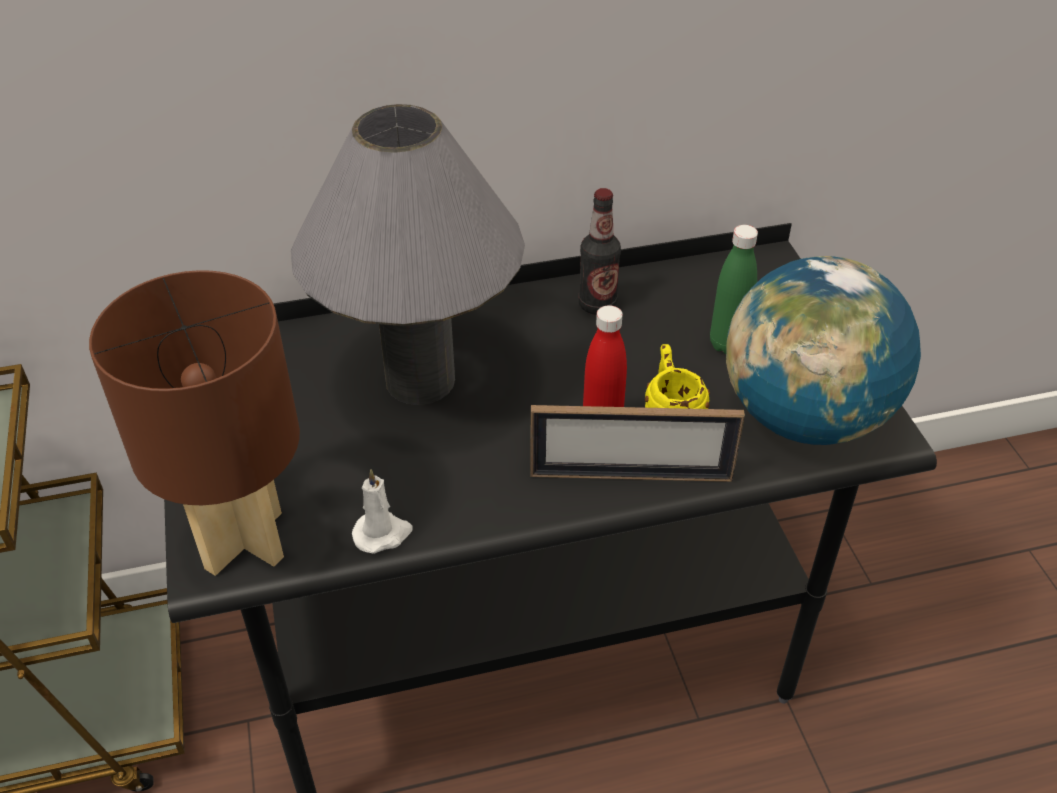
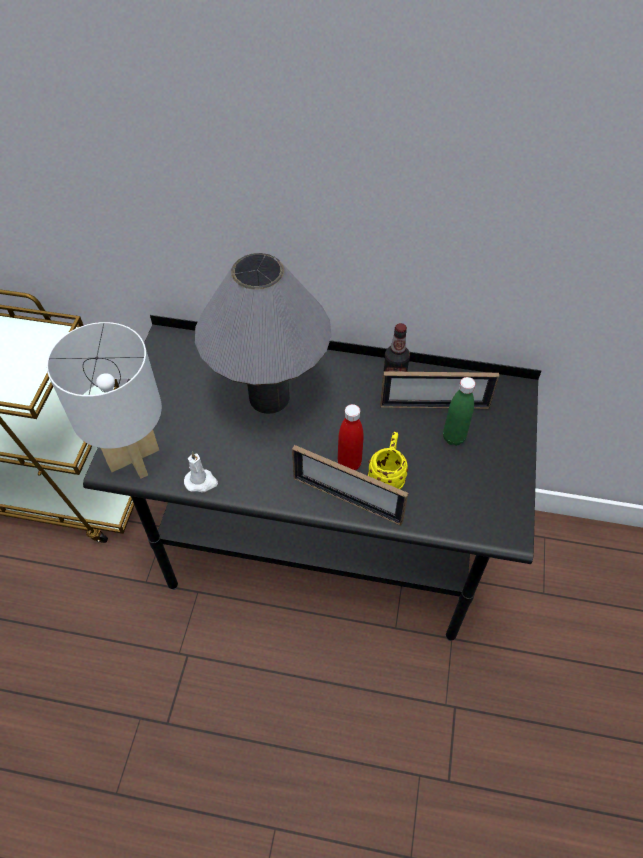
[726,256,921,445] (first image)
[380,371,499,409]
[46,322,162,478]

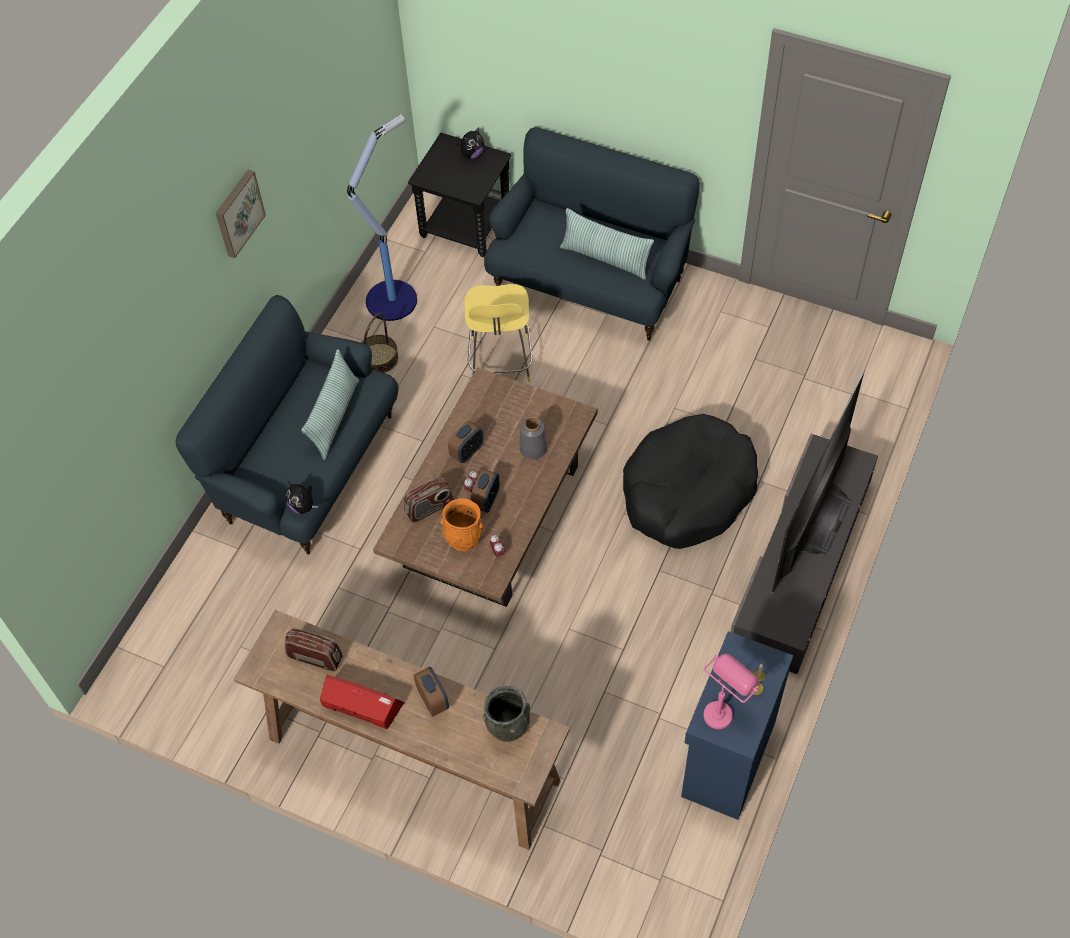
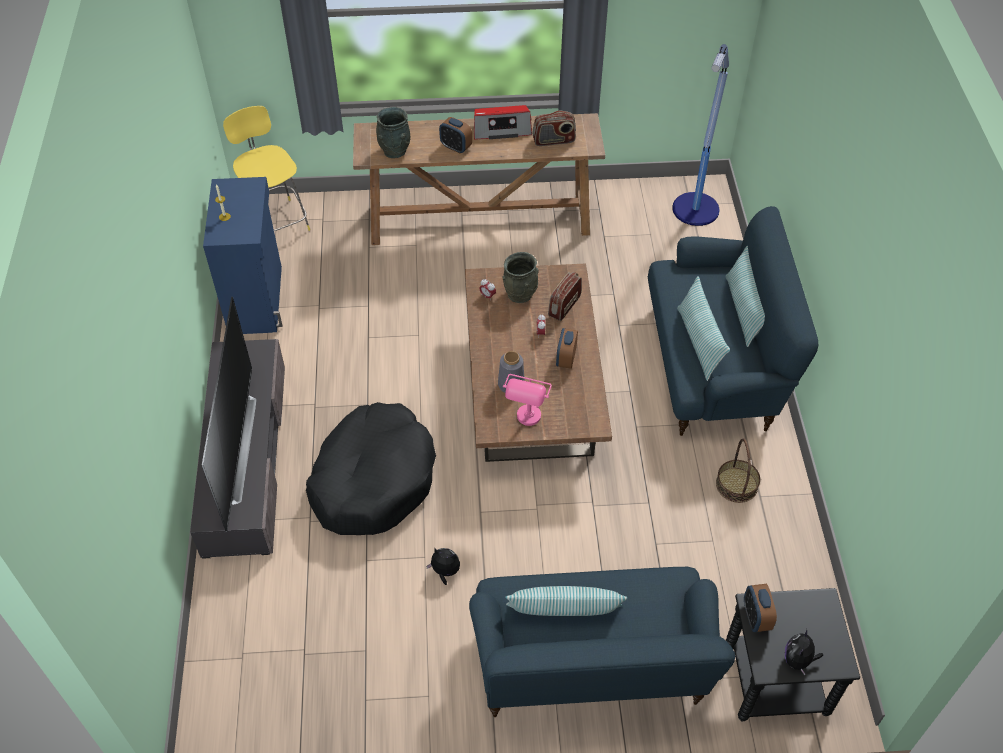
[216,170,266,258] (first image)
[726,246,765,347]
[426,548,460,585]
[672,44,729,226]
[223,106,310,231]
[744,584,777,632]
[503,374,552,426]
[502,252,539,303]

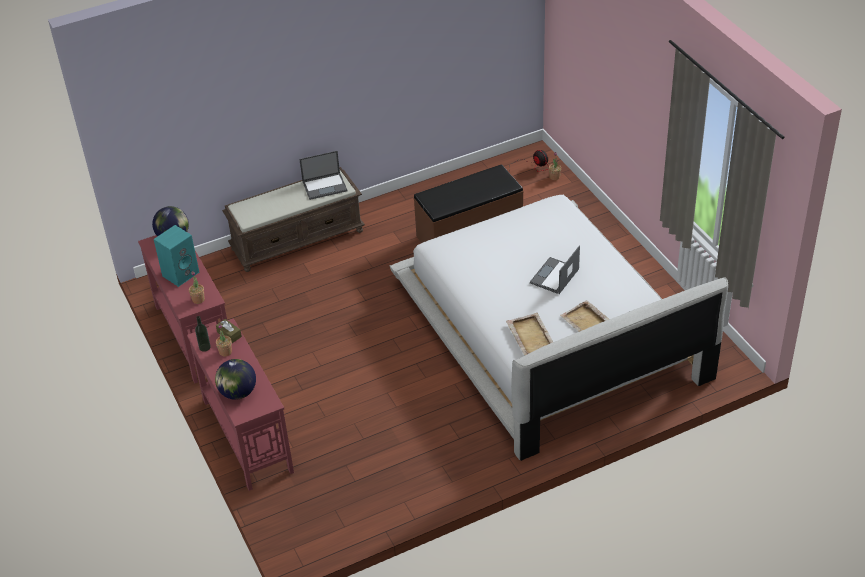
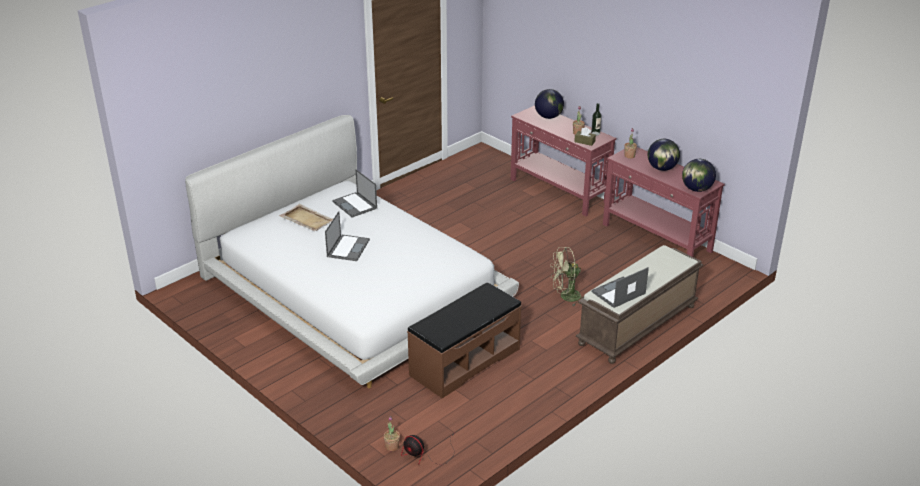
[550,247,584,306]
[648,139,680,171]
[332,170,377,217]

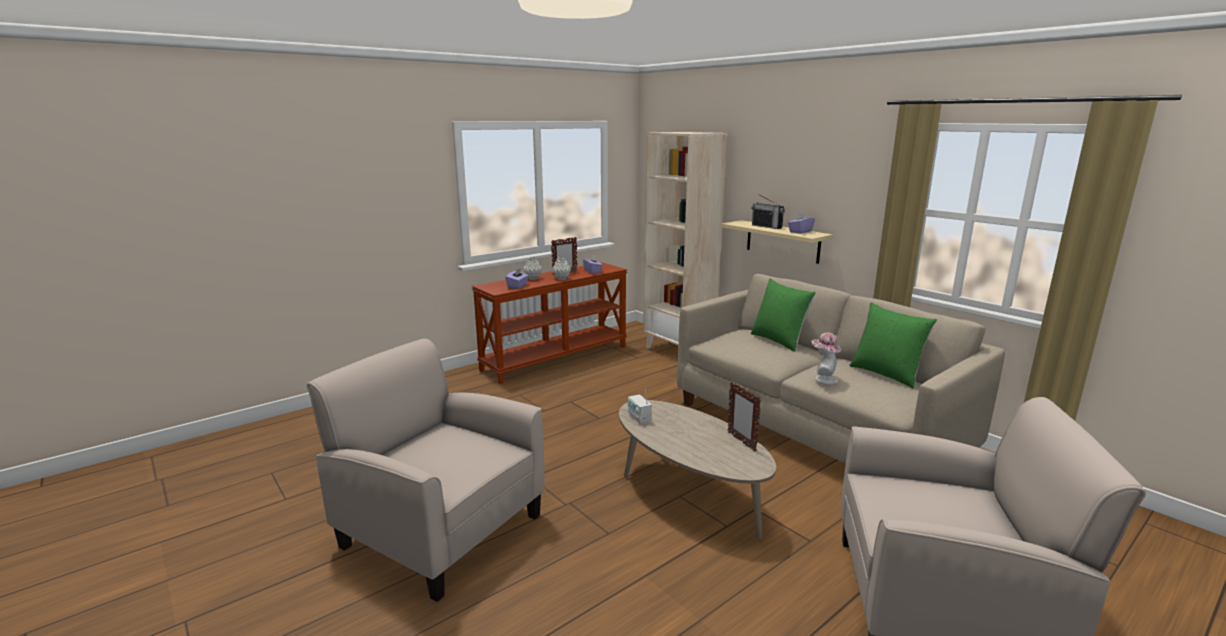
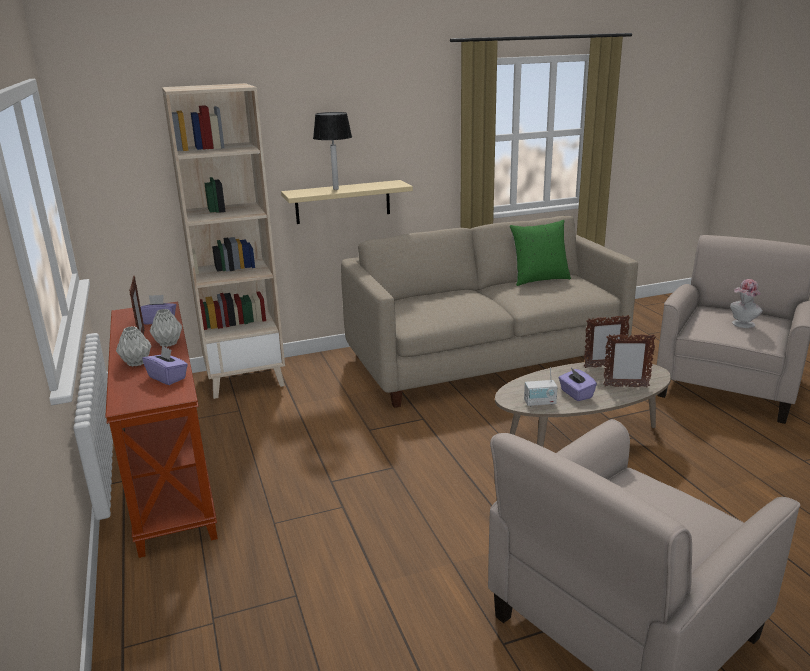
[751,278,816,352] (first image)
[603,334,656,387]
[559,368,597,401]
[730,279,763,328]
[313,112,352,190]

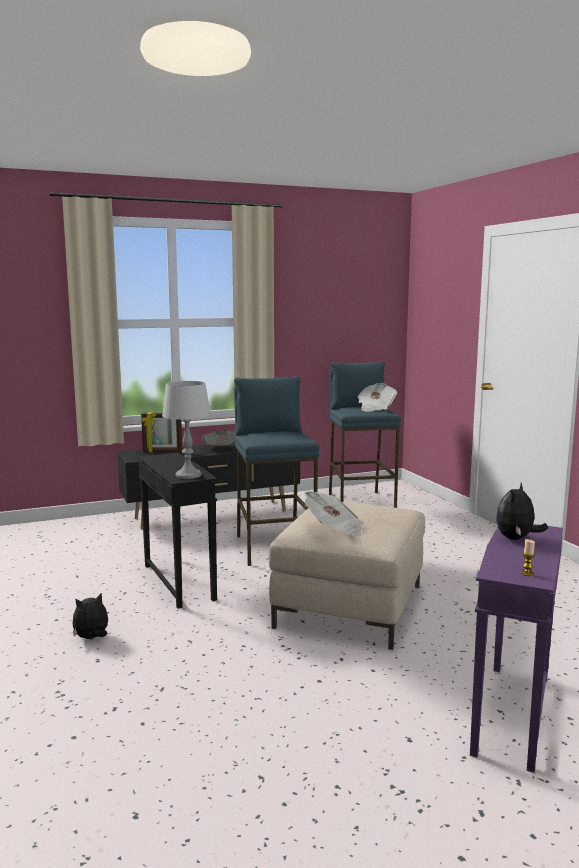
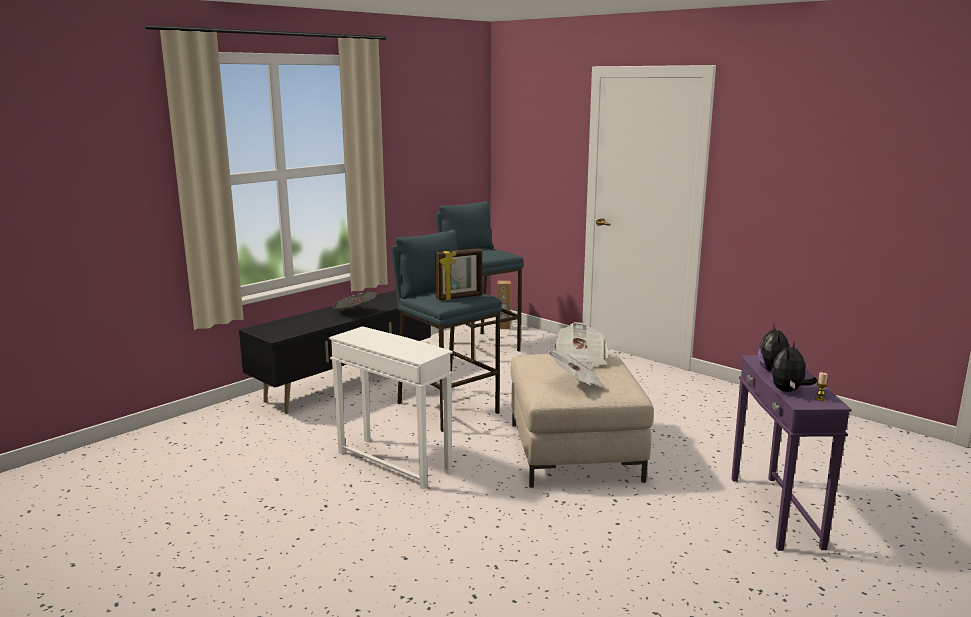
[162,381,211,479] (first image)
[497,281,511,329]
[771,340,817,392]
[435,248,482,300]
[555,322,607,368]
[329,326,453,489]

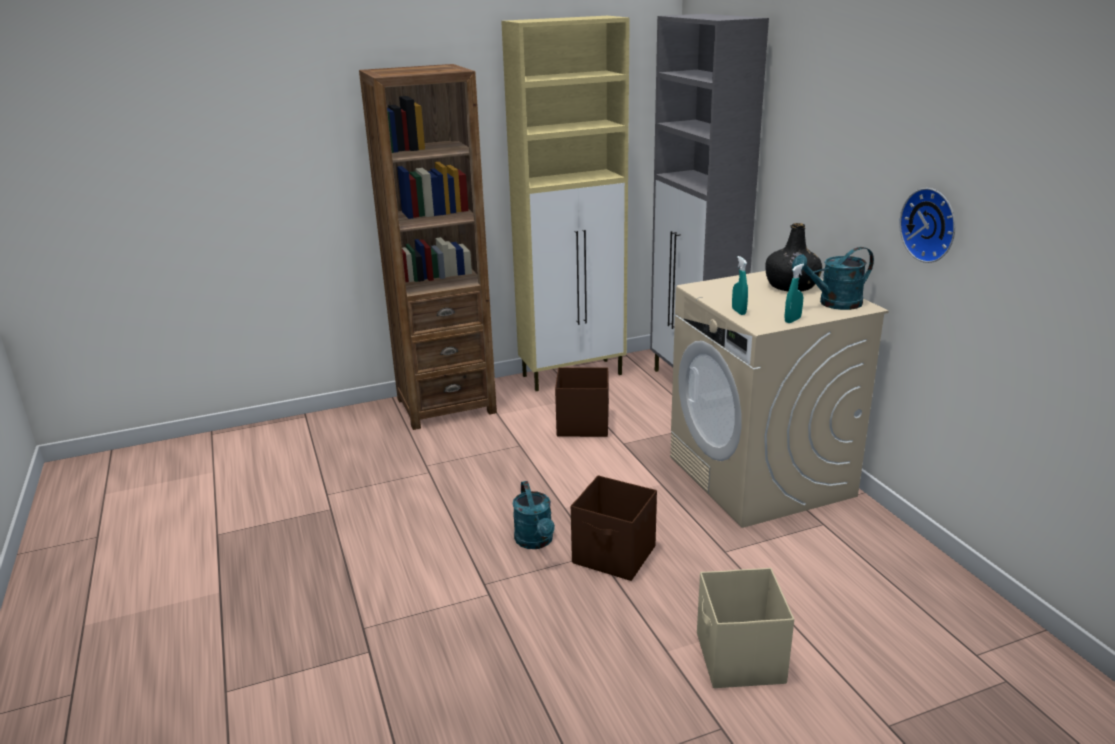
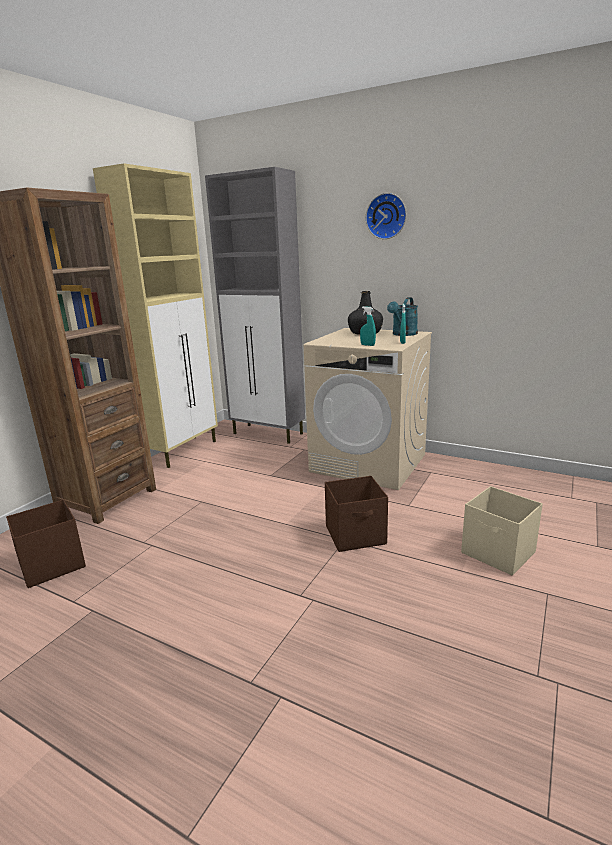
[513,481,555,549] (first image)
[6,500,86,588]
[366,193,407,239]

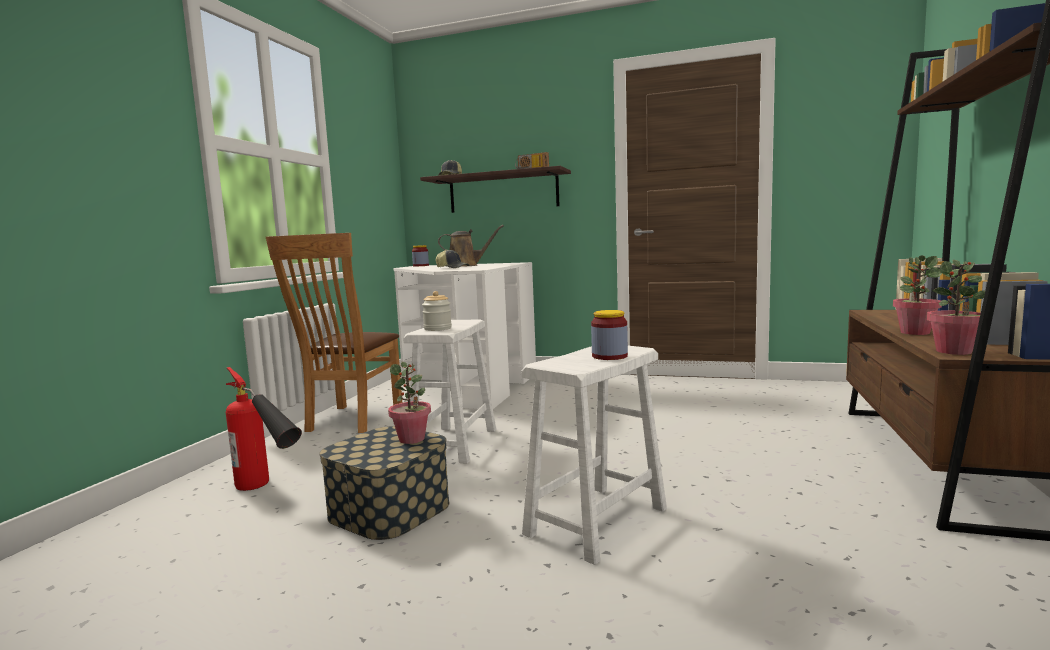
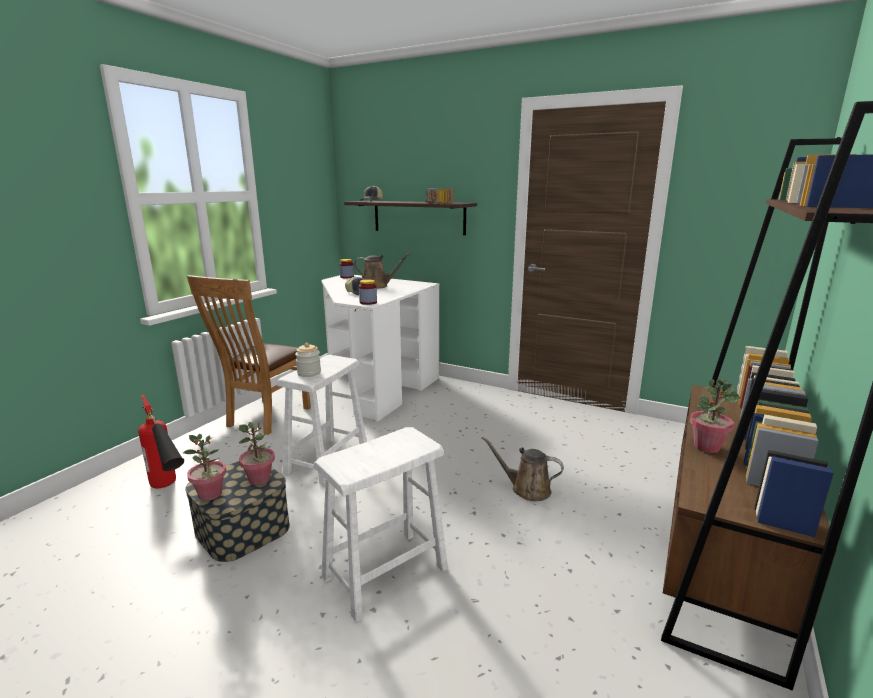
[482,436,564,501]
[359,280,377,305]
[183,434,226,501]

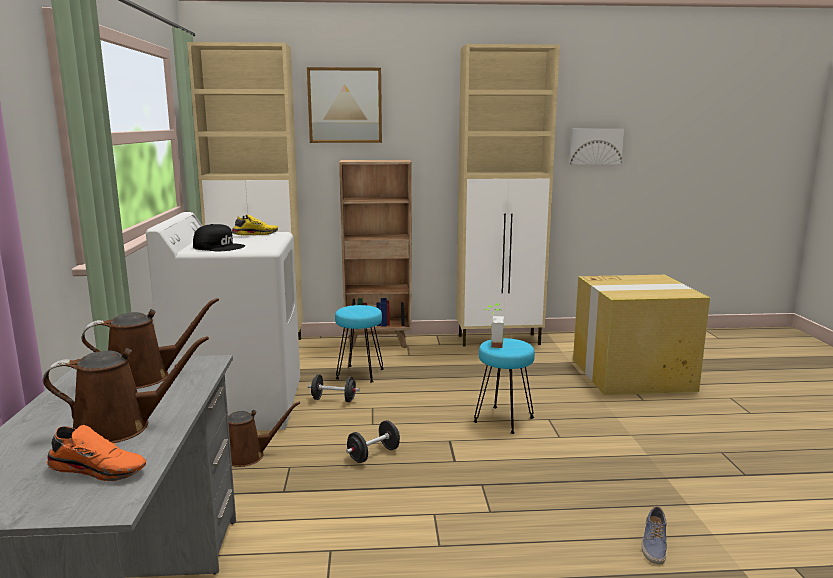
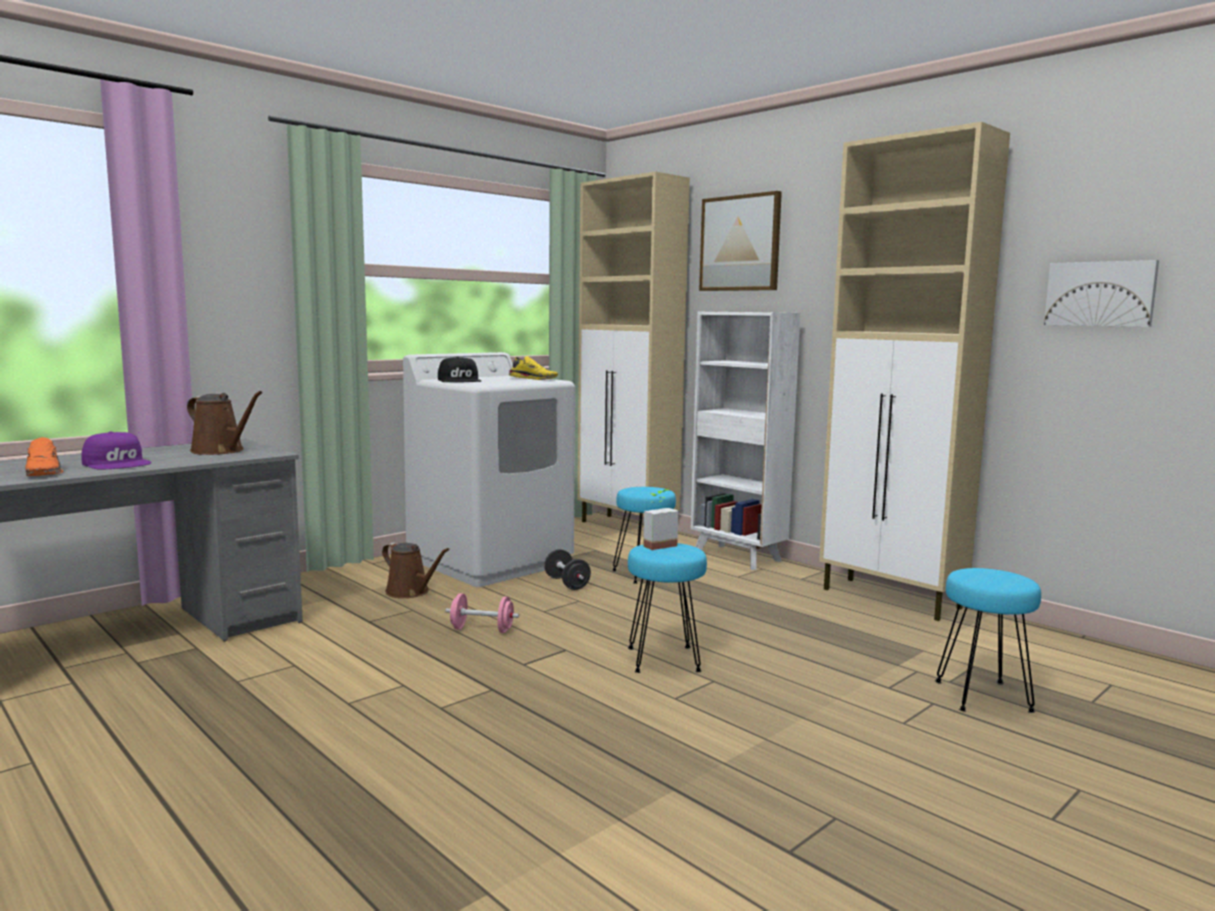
[641,506,667,564] (first image)
[81,432,152,469]
[935,568,1041,713]
[691,312,800,570]
[445,593,519,633]

